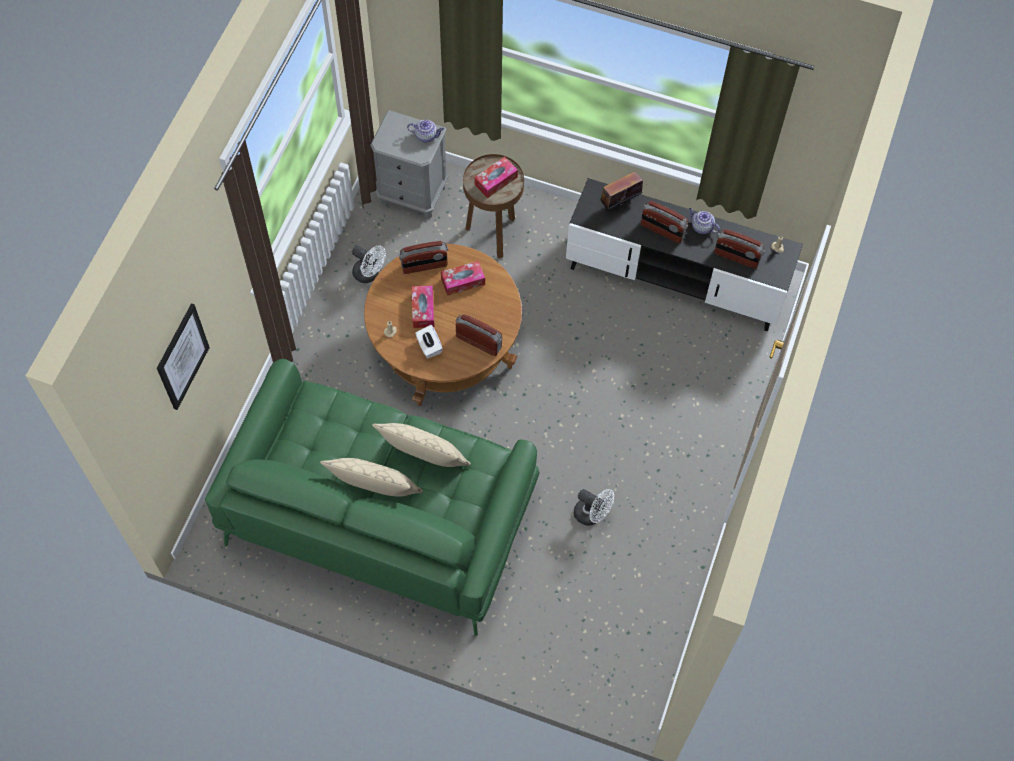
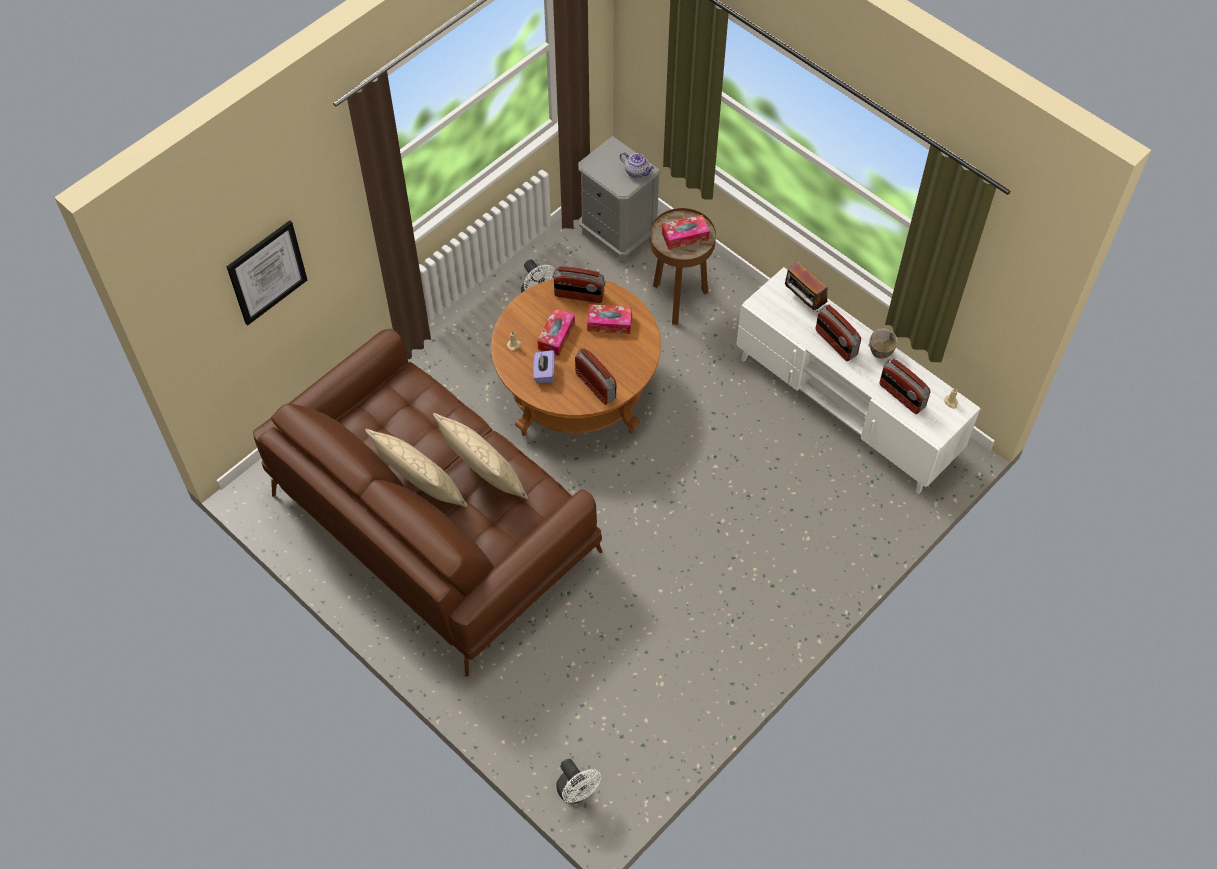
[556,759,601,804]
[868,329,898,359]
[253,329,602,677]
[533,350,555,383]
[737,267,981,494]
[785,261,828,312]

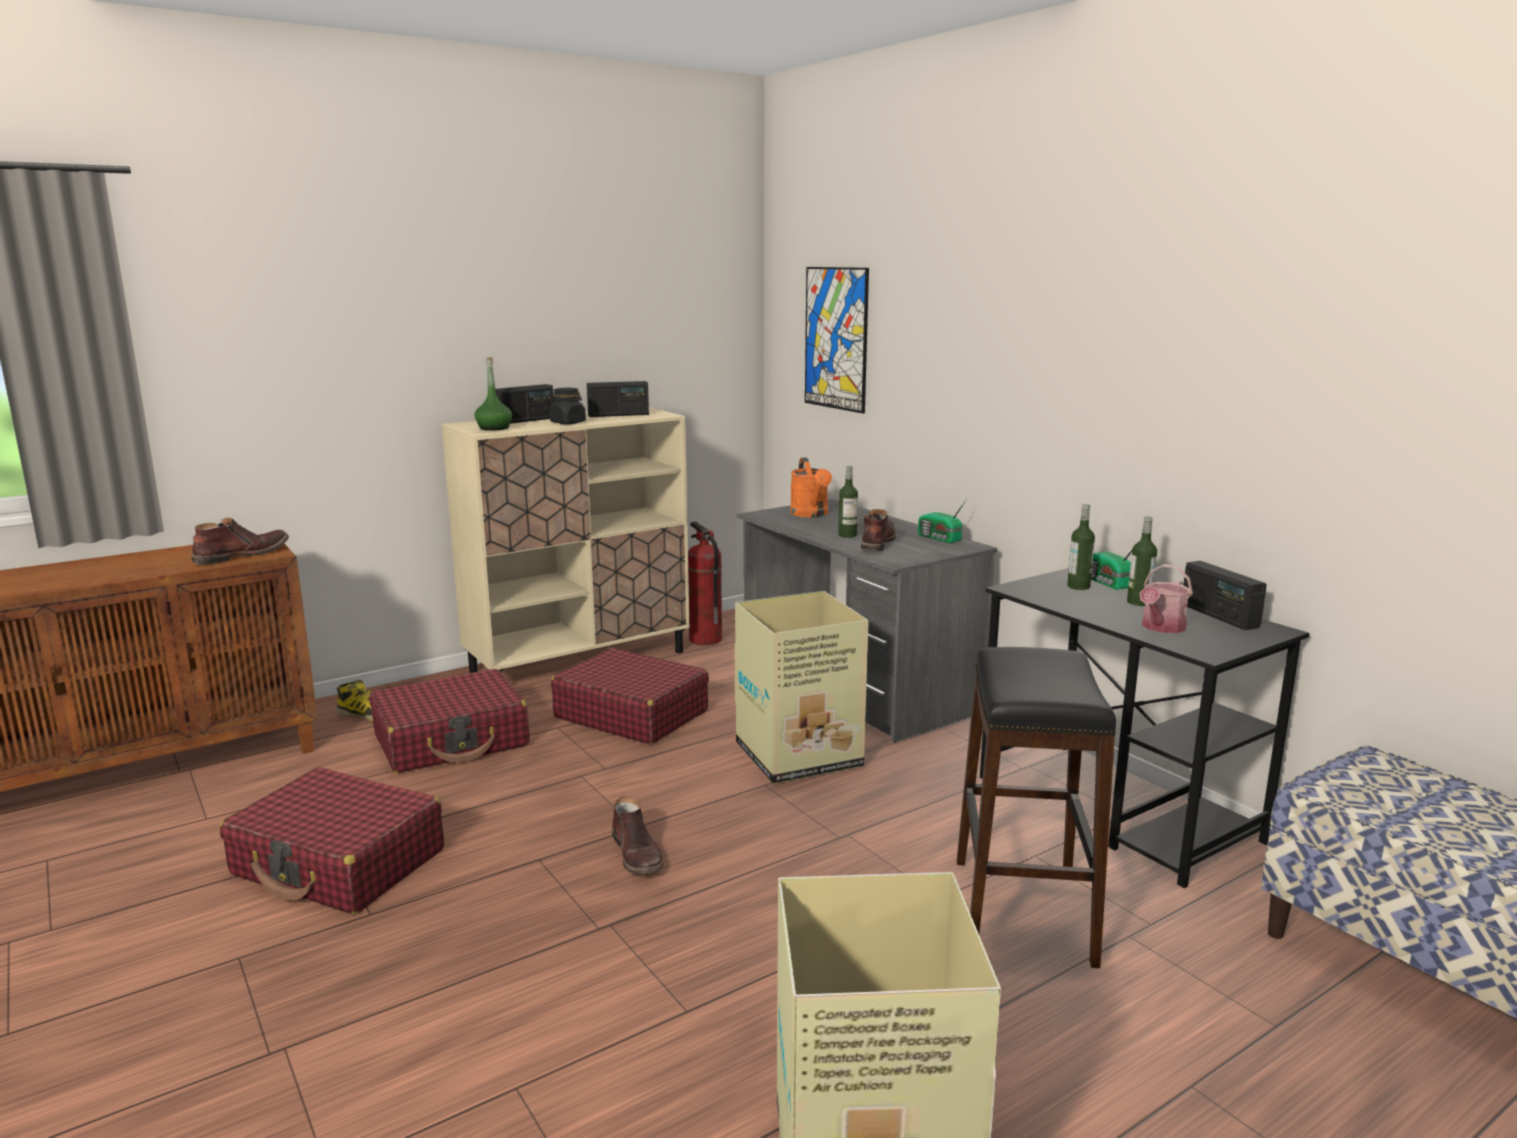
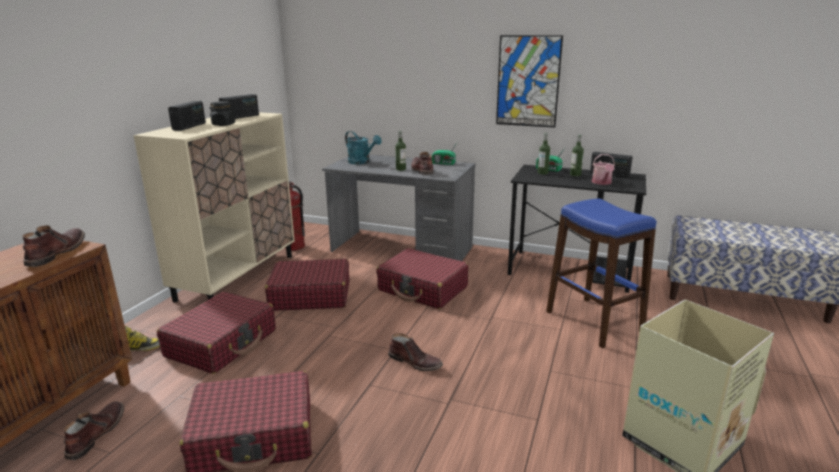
[475,357,512,431] (first image)
[64,401,124,460]
[496,35,563,128]
[376,248,469,309]
[345,131,382,164]
[546,199,656,348]

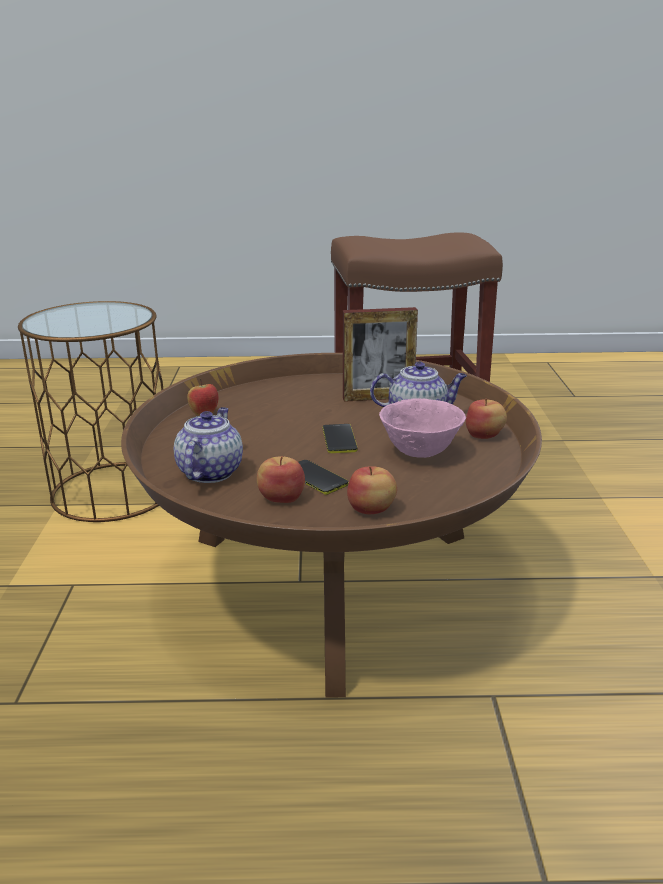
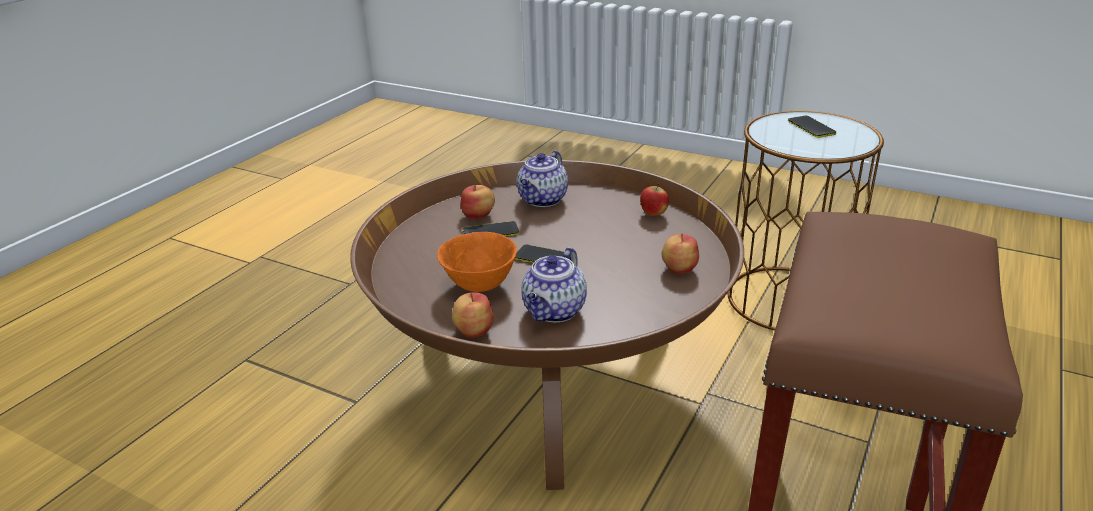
[343,307,418,402] (first image)
[788,116,836,138]
[662,233,699,274]
[437,232,517,292]
[517,150,568,207]

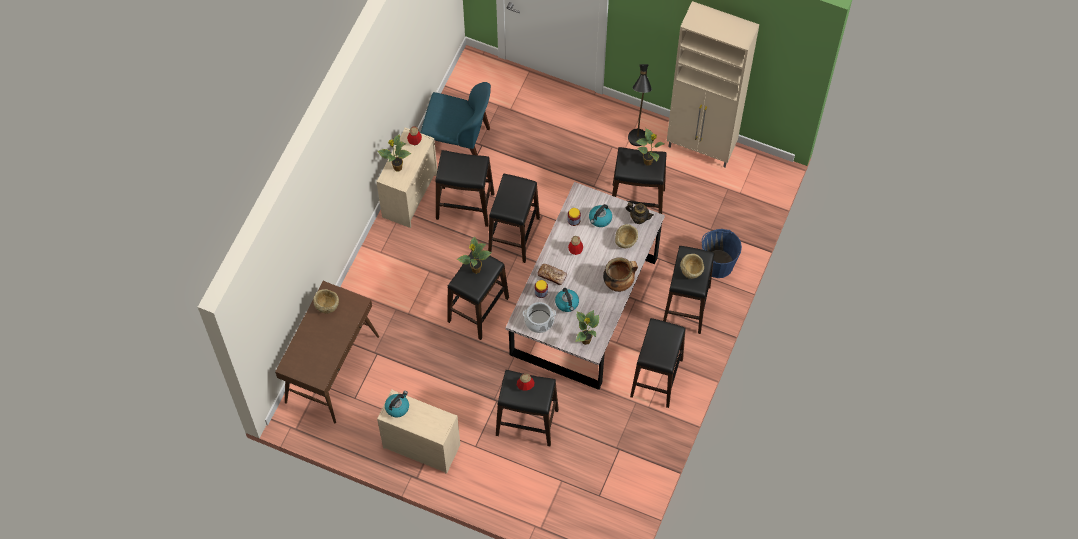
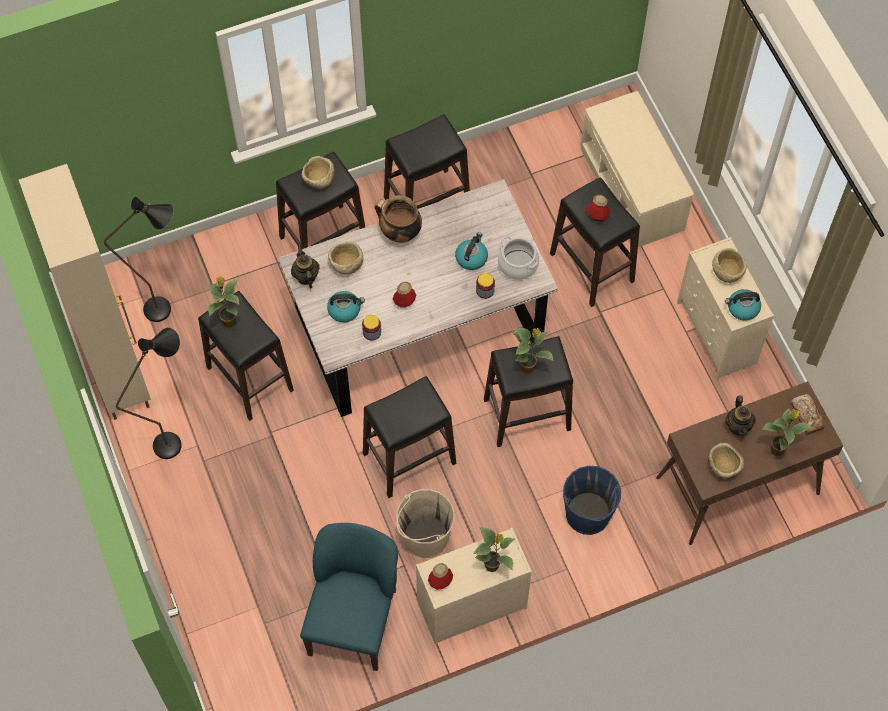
[104,197,174,322]
[581,91,694,247]
[712,248,747,283]
[725,396,756,436]
[791,394,825,435]
[762,408,813,456]
[563,466,621,535]
[396,489,455,558]
[300,523,398,671]

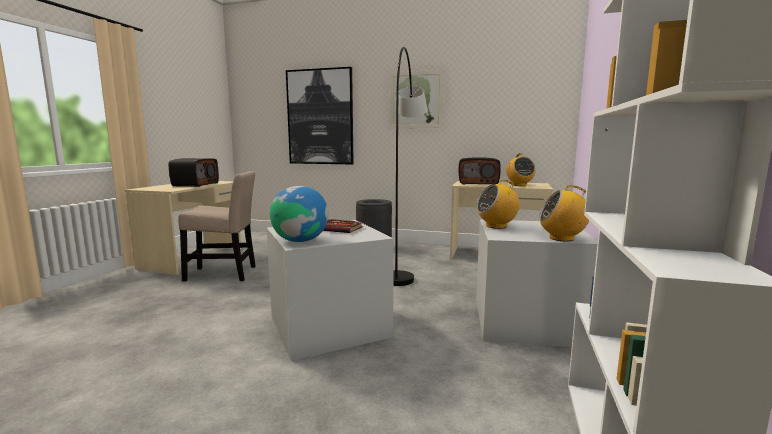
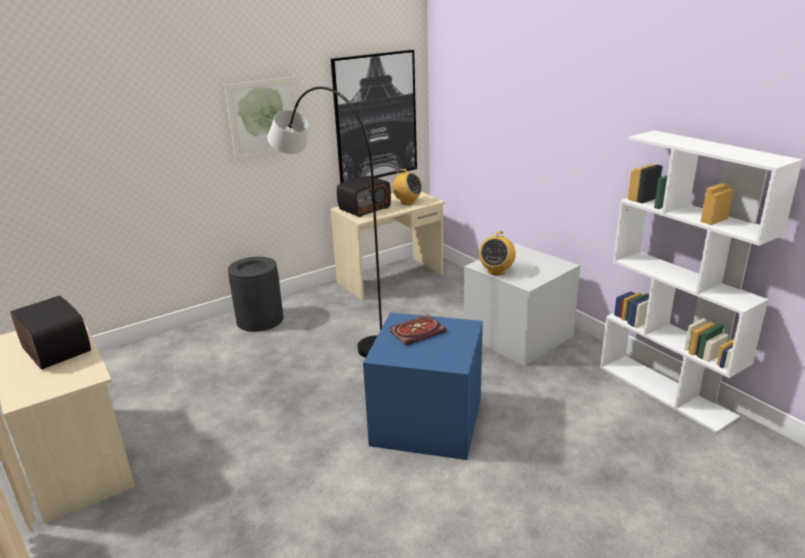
[178,171,256,282] (first image)
[270,186,328,242] (first image)
[539,185,589,241] (first image)
[331,50,417,183]
[363,312,483,460]

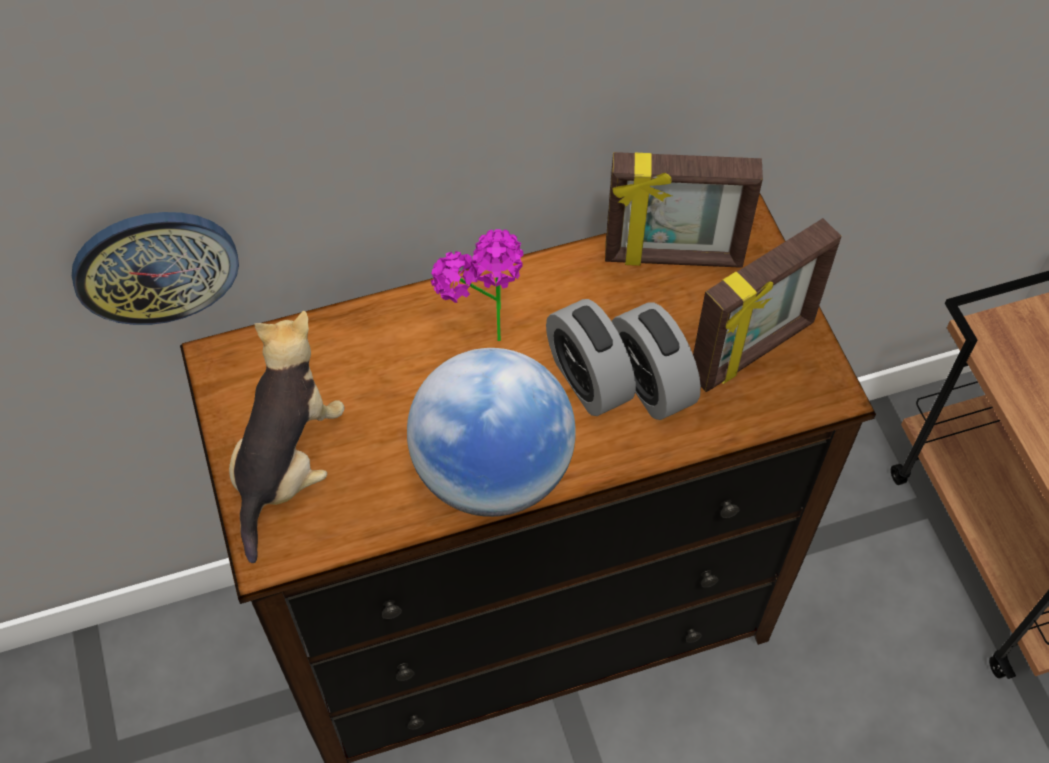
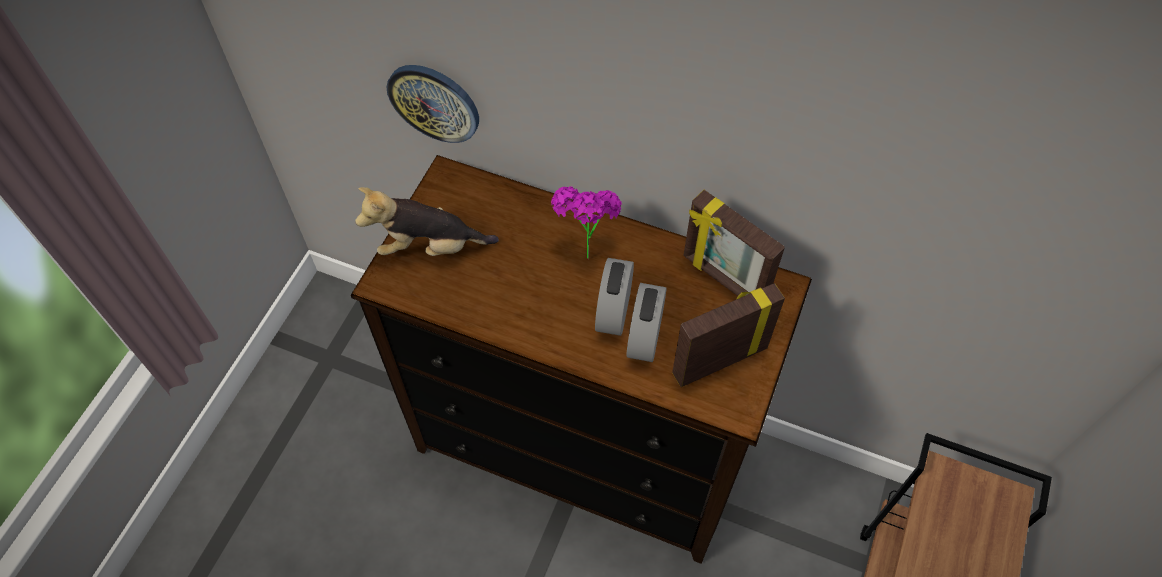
[407,348,576,517] (first image)
[355,187,499,256]
[672,283,785,387]

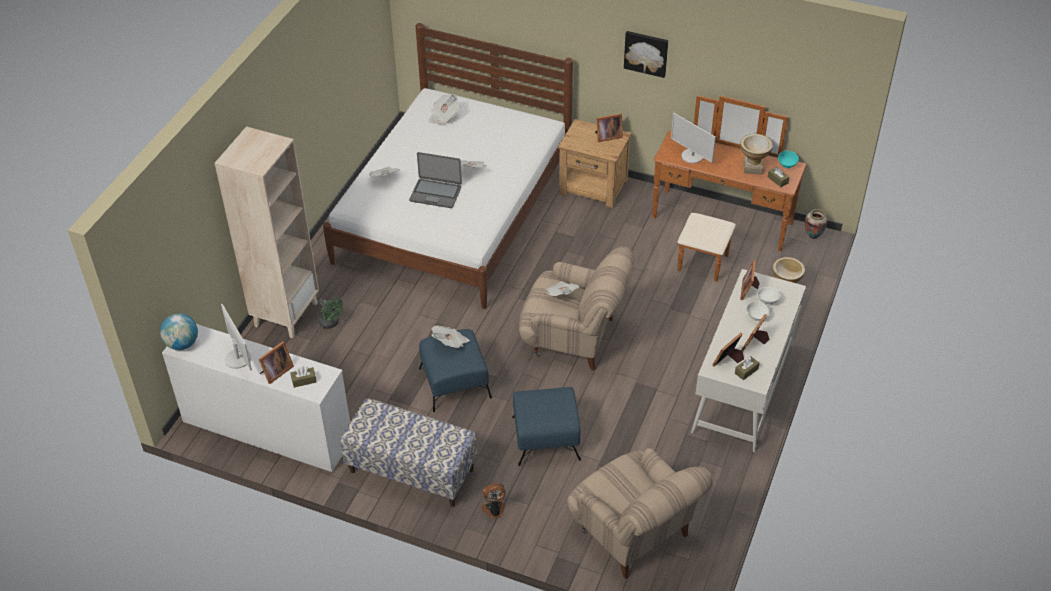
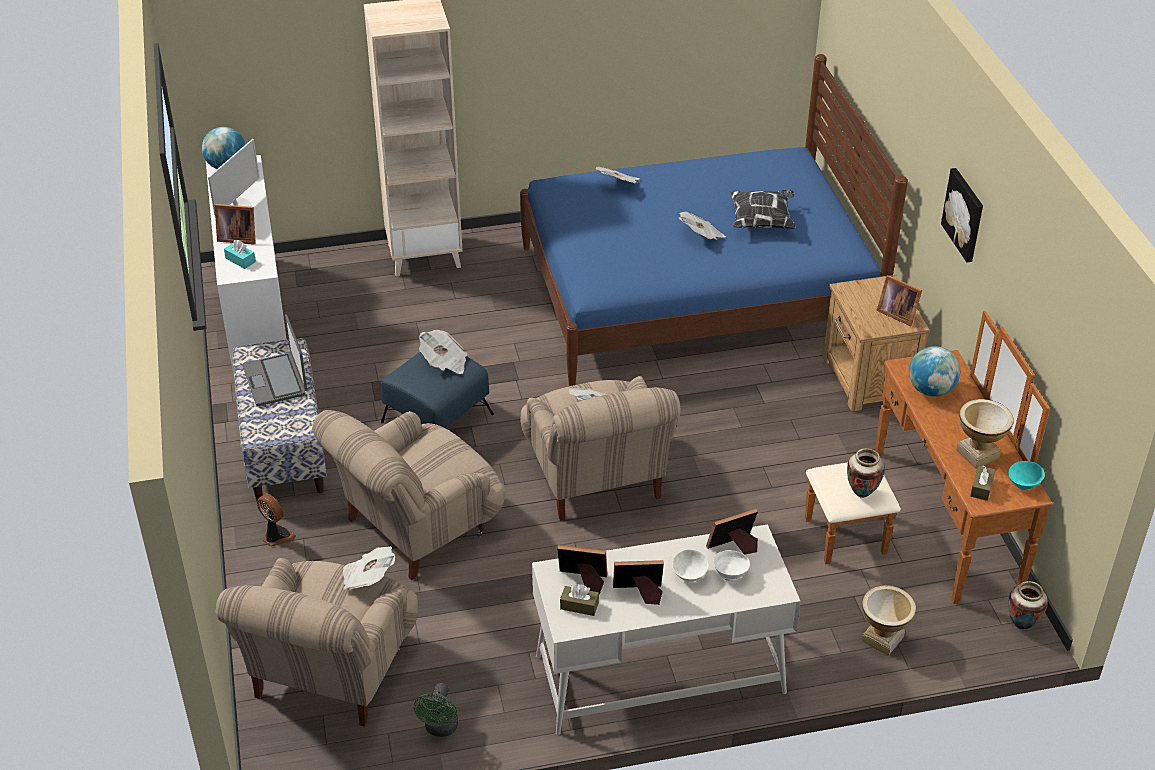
[729,190,796,228]
[847,448,885,498]
[414,683,458,737]
[242,314,307,406]
[343,546,395,589]
[312,410,506,580]
[909,346,960,397]
[224,240,256,269]
[520,54,908,386]

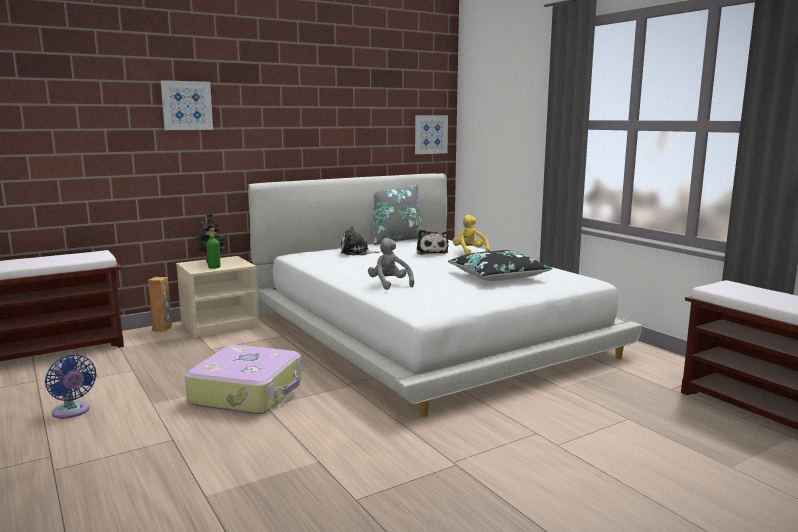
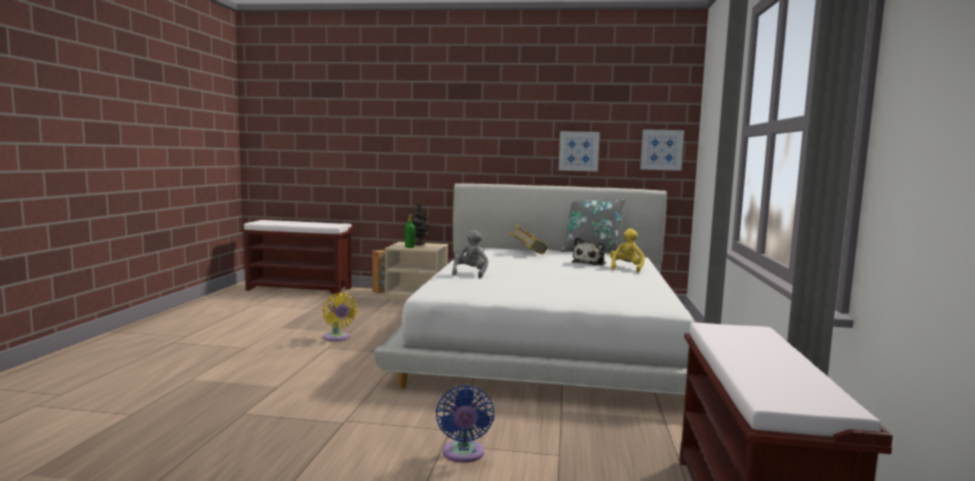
[448,250,552,281] (first image)
[436,385,494,463]
[559,131,600,172]
[322,292,358,341]
[509,224,547,254]

